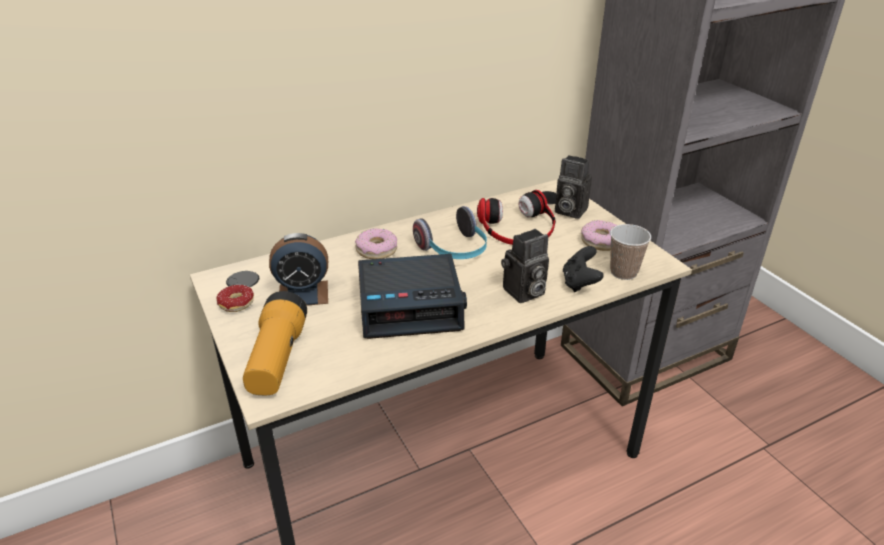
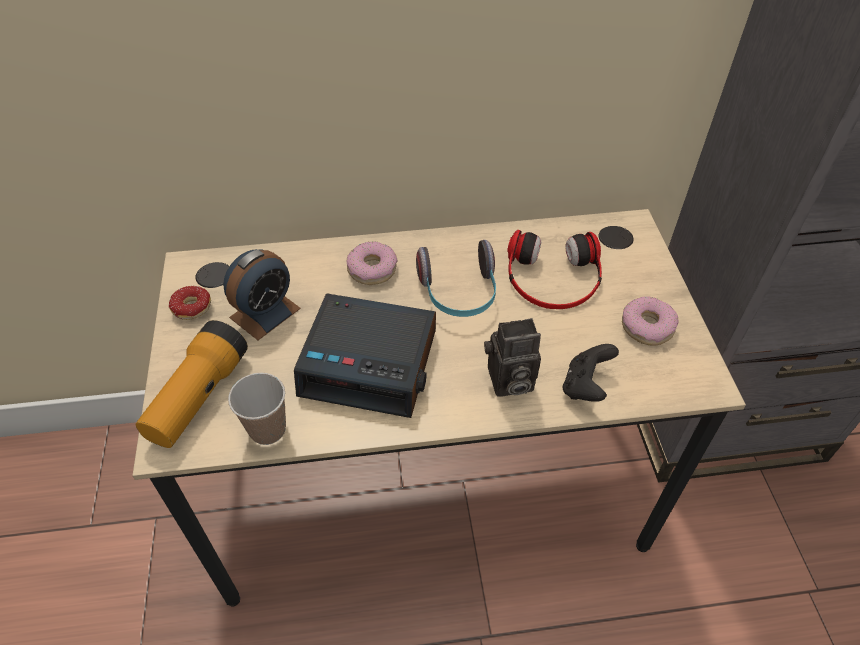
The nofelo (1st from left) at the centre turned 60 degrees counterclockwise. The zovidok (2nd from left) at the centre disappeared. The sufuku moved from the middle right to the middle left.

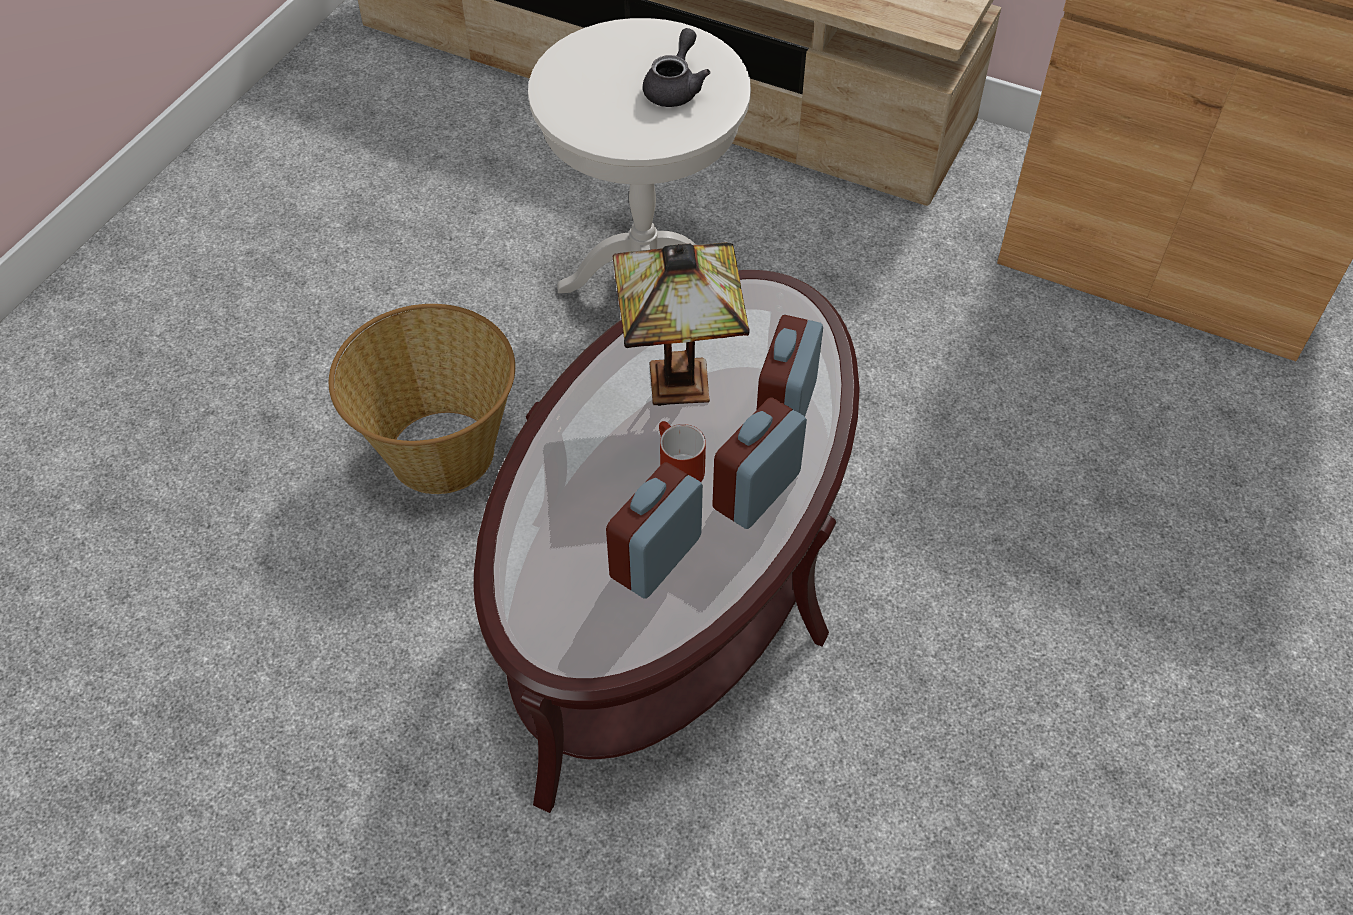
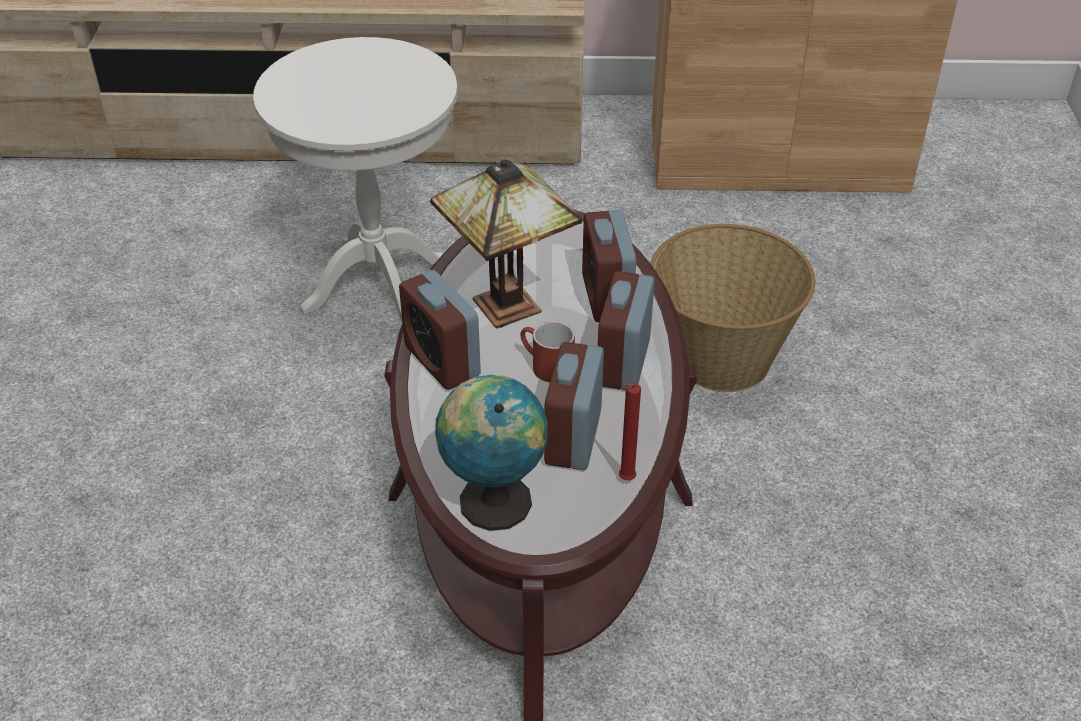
The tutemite moved from the middle left to the middle right. The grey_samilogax at the top centre disappeared. The nofelo (1st from left) at the centre appeared. The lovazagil at the centre appeared. The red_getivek at the centre appeared.

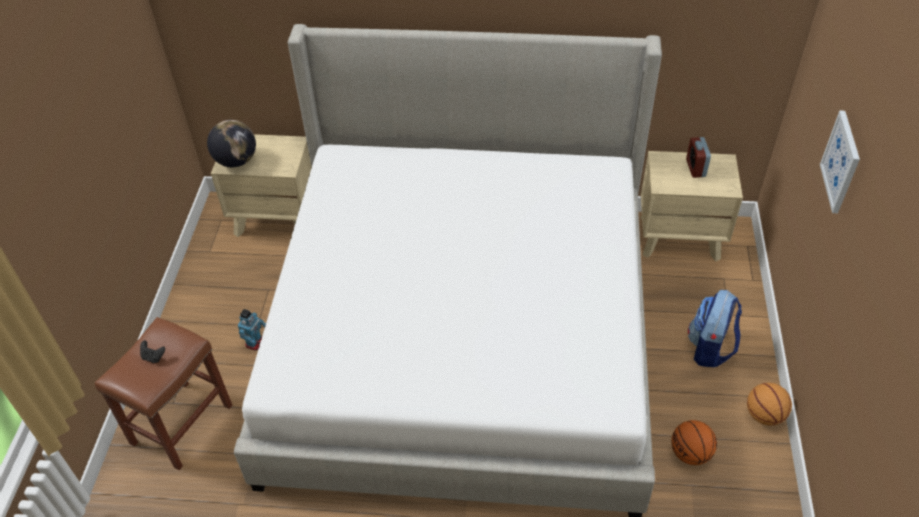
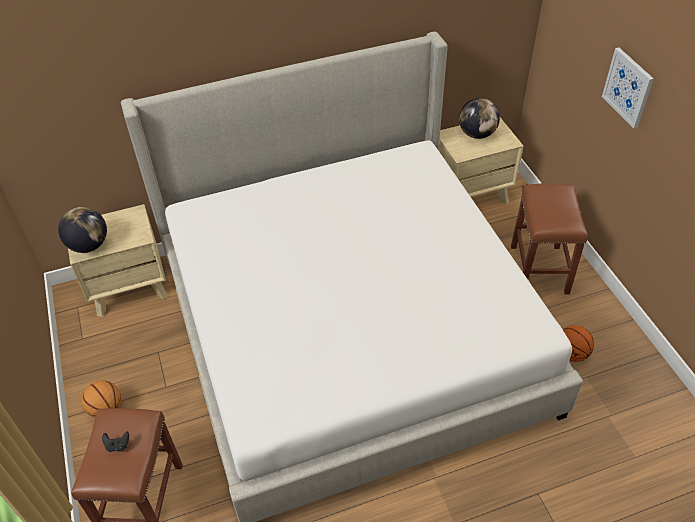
The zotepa at the middle left disappeared. The nofelo at the top right was replaced by the lovazagil (2nd from left) at the top right. The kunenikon at the middle right was replaced by the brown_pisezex (2nd from left) at the middle right. The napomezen (2nd from left in the first image) moved from the bottom right to the bottom left.

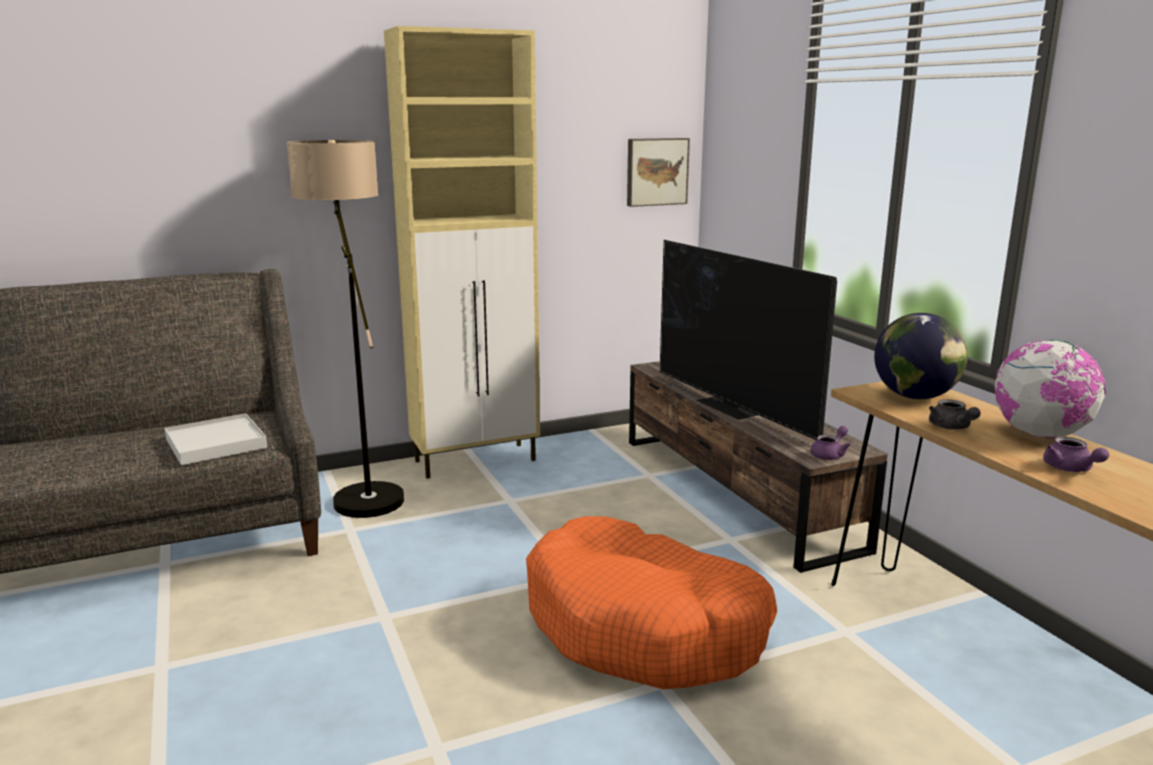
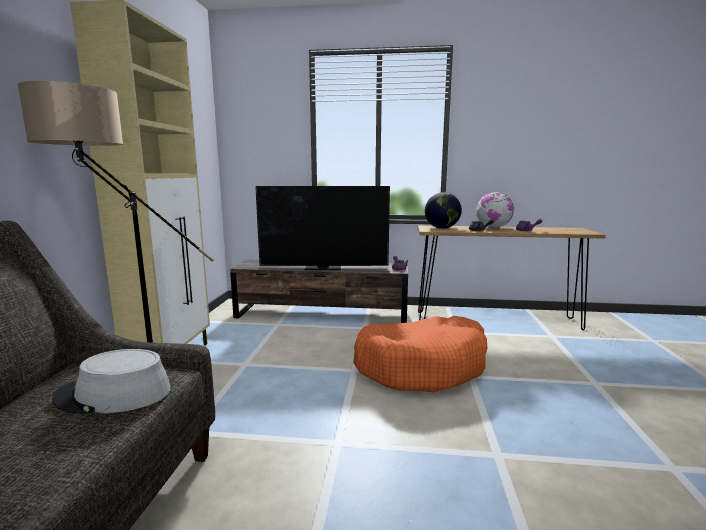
The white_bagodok at the middle left was replaced by the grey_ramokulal at the bottom left. The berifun at the top centre disappeared.

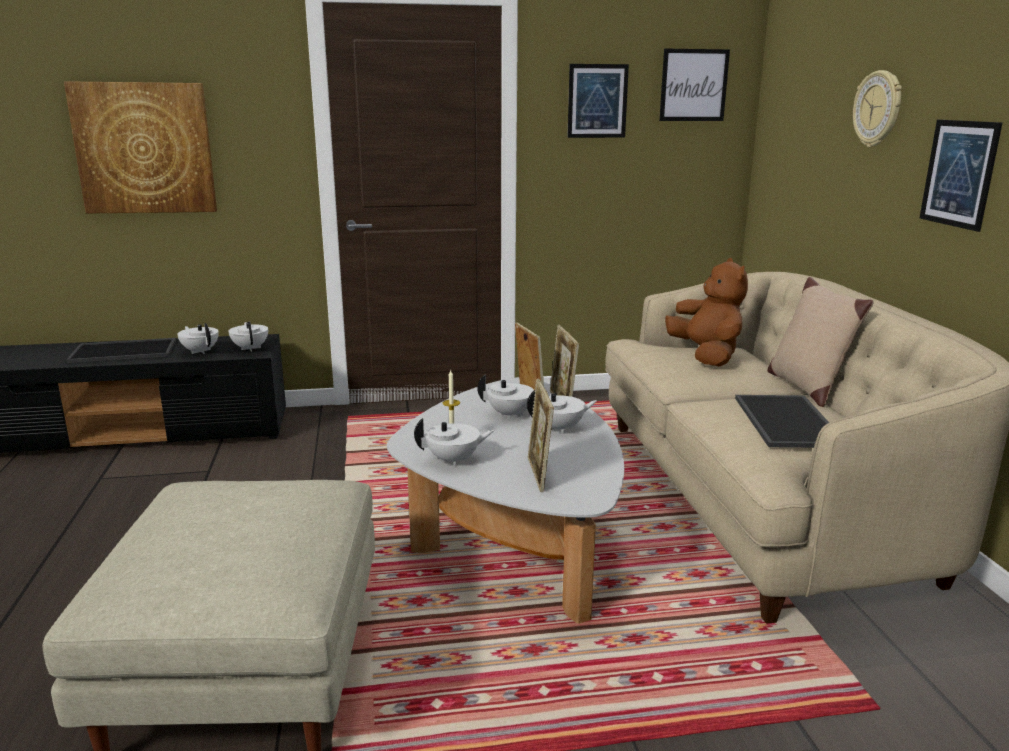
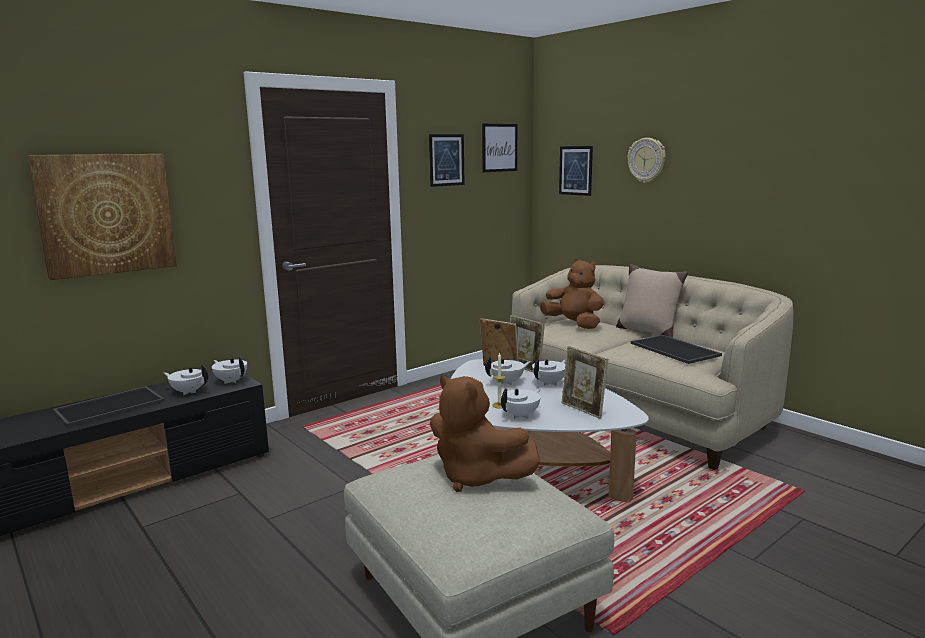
The berifun (4th from left) moved from the top right to the top centre. The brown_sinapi (1st from left) at the bottom centre appeared.

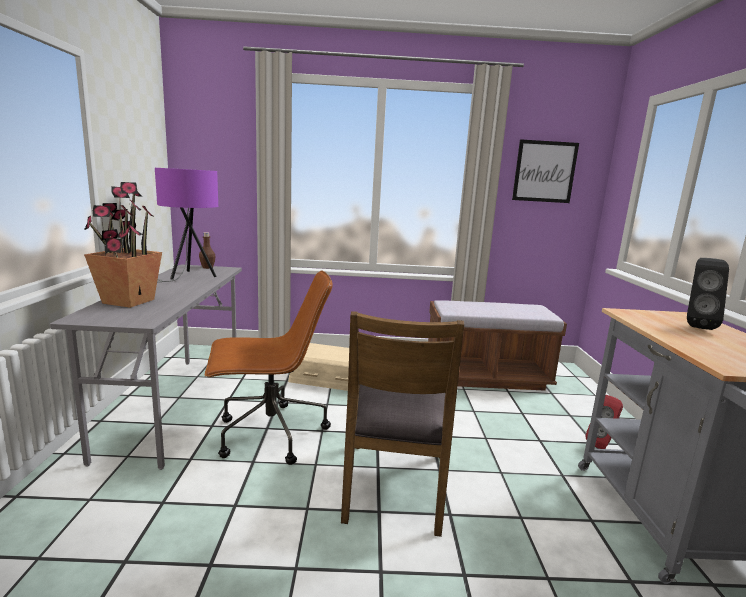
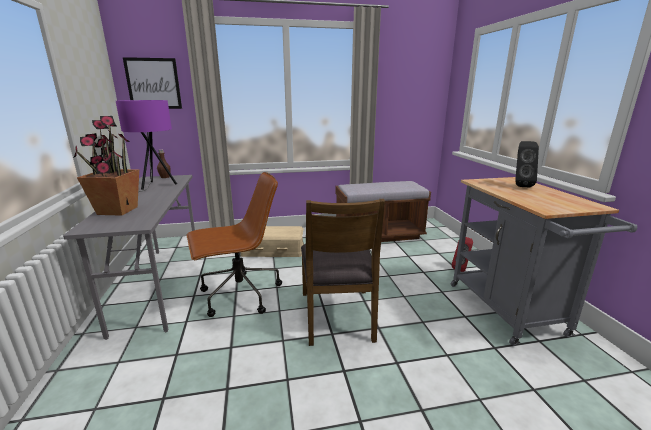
The berifun moved from the top right to the top left.

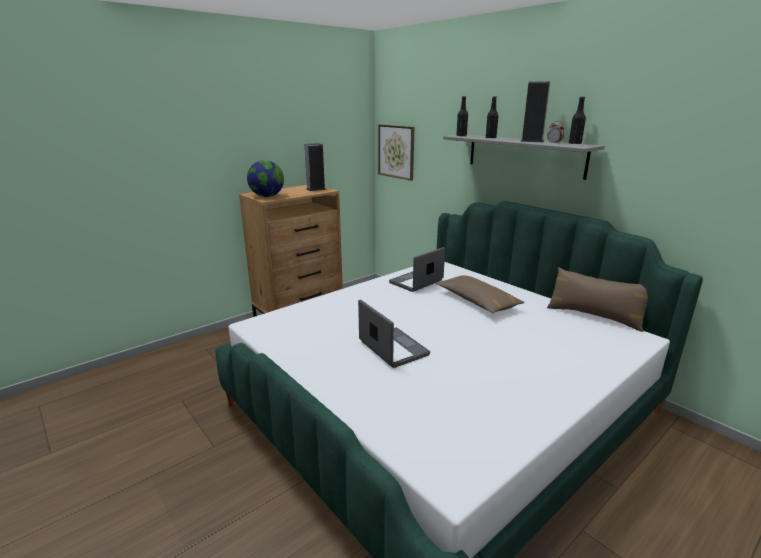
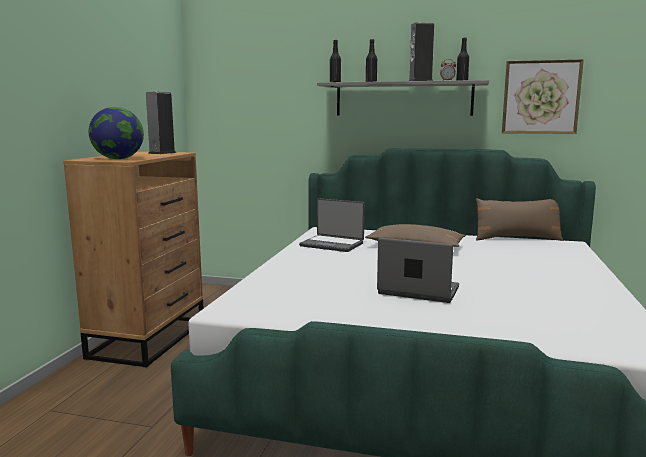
The berifun moved from the top centre to the top right. The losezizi (2nd from left in the first image) at the centre turned 75 degrees counterclockwise.

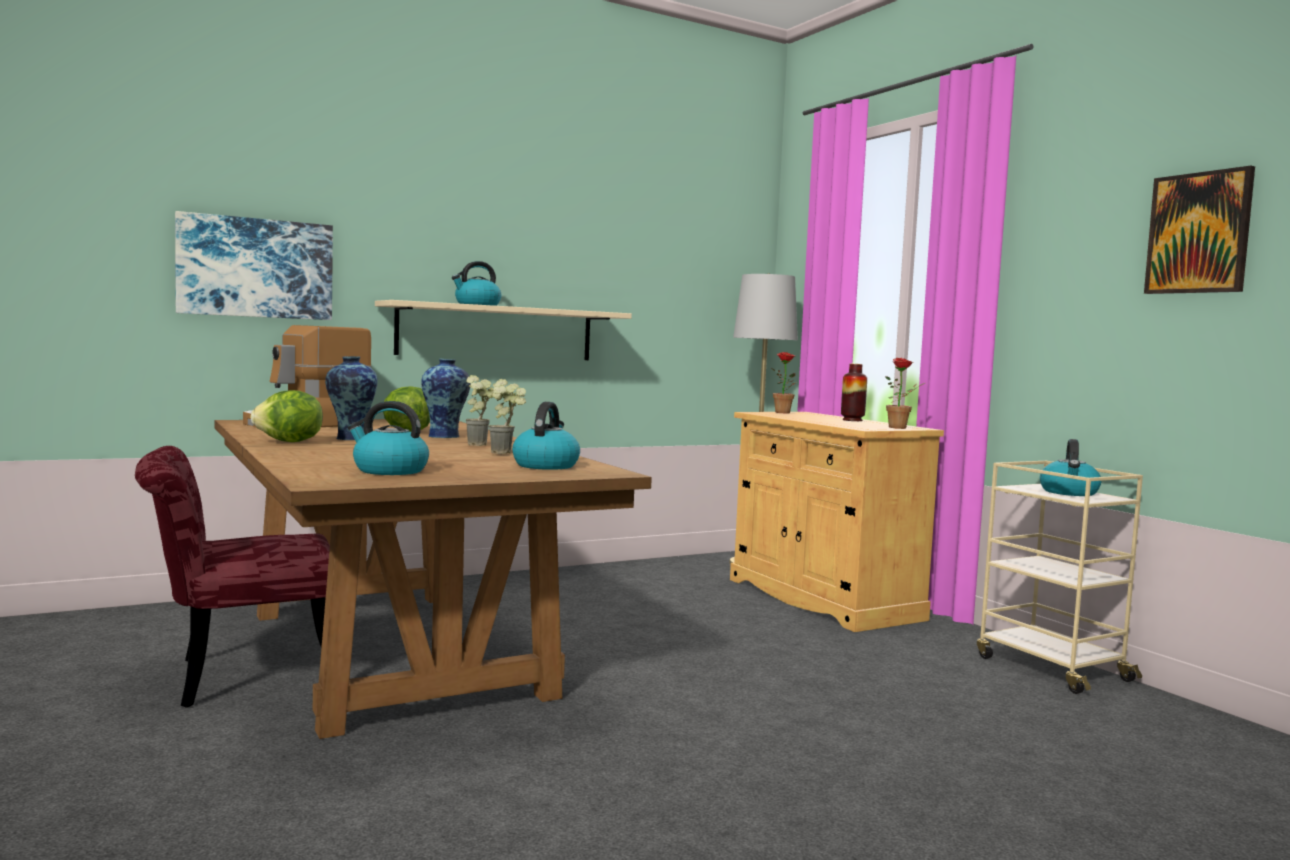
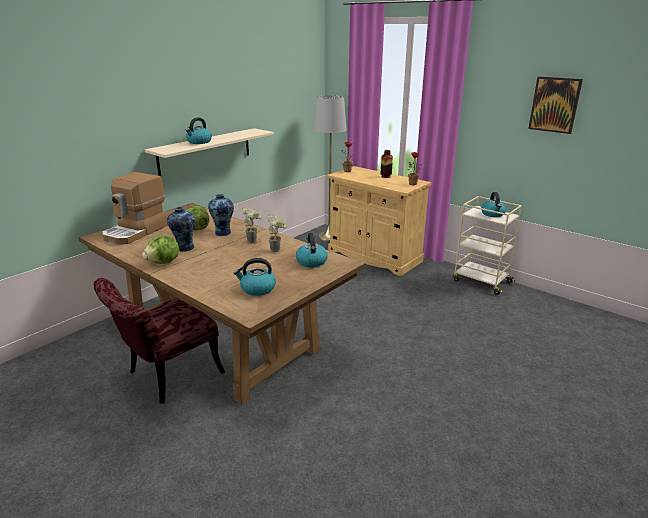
The berifun (1st from left) at the top left disappeared.

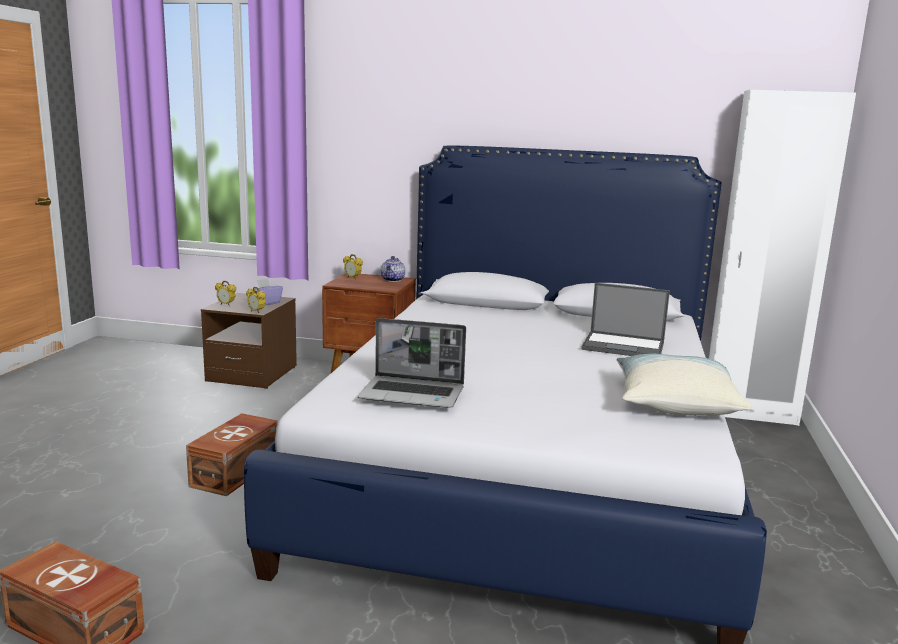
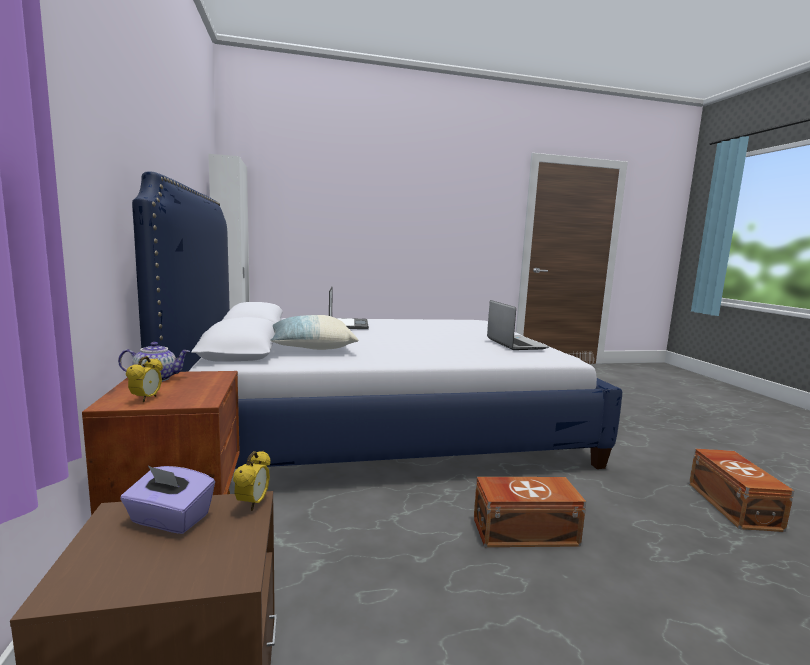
The nofelo (1st from left) at the middle left disappeared. The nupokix moved from the middle right to the centre.

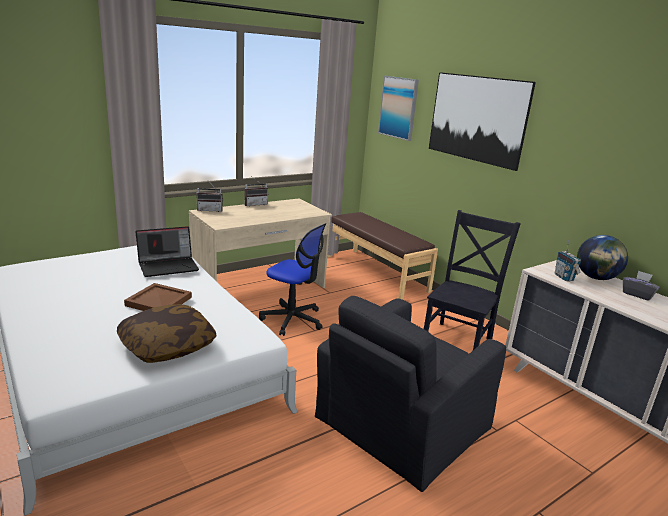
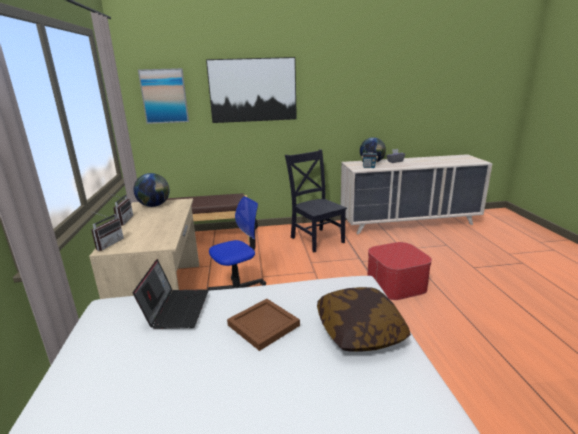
The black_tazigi at the bottom centre was replaced by the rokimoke at the middle right. The lovazagil (1st from left) at the middle left appeared.

